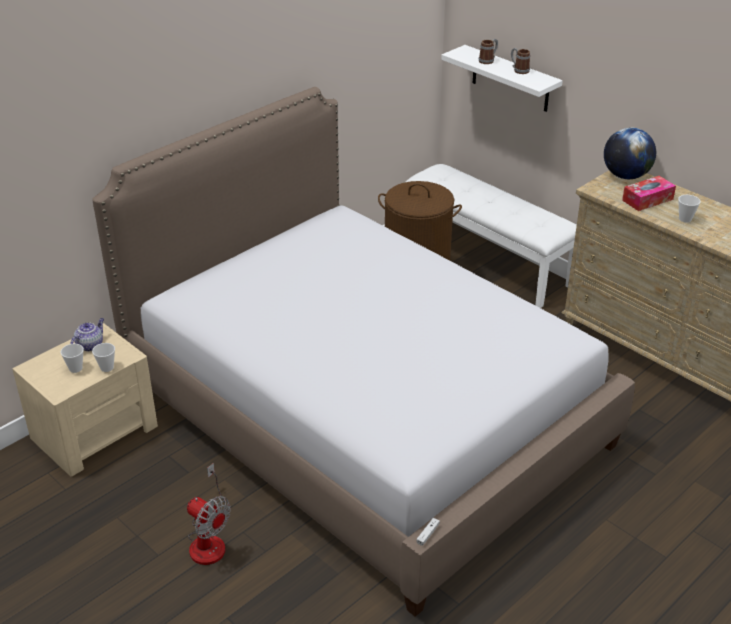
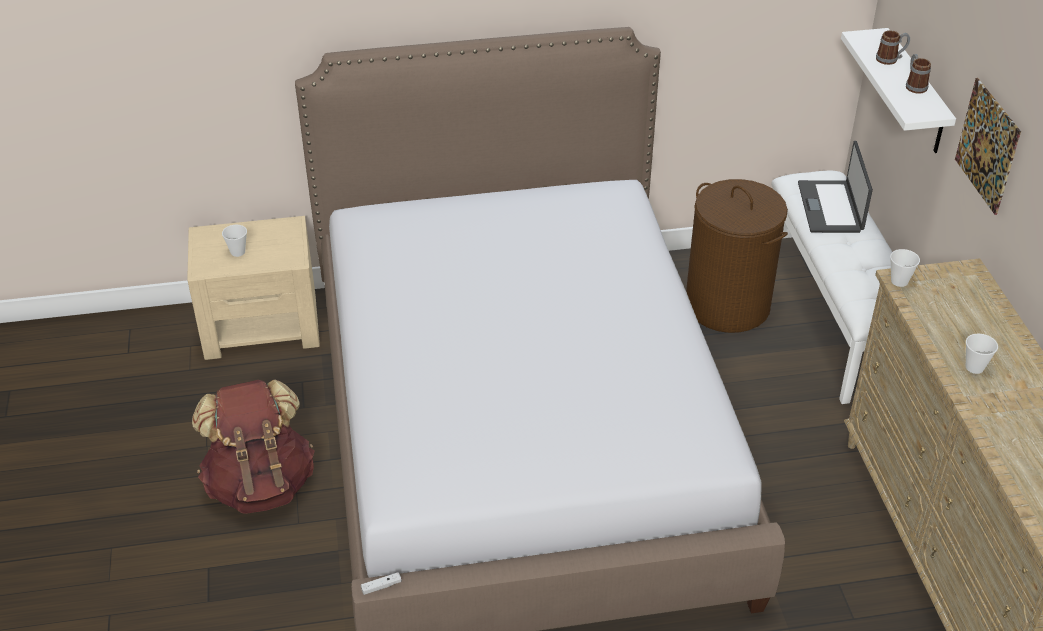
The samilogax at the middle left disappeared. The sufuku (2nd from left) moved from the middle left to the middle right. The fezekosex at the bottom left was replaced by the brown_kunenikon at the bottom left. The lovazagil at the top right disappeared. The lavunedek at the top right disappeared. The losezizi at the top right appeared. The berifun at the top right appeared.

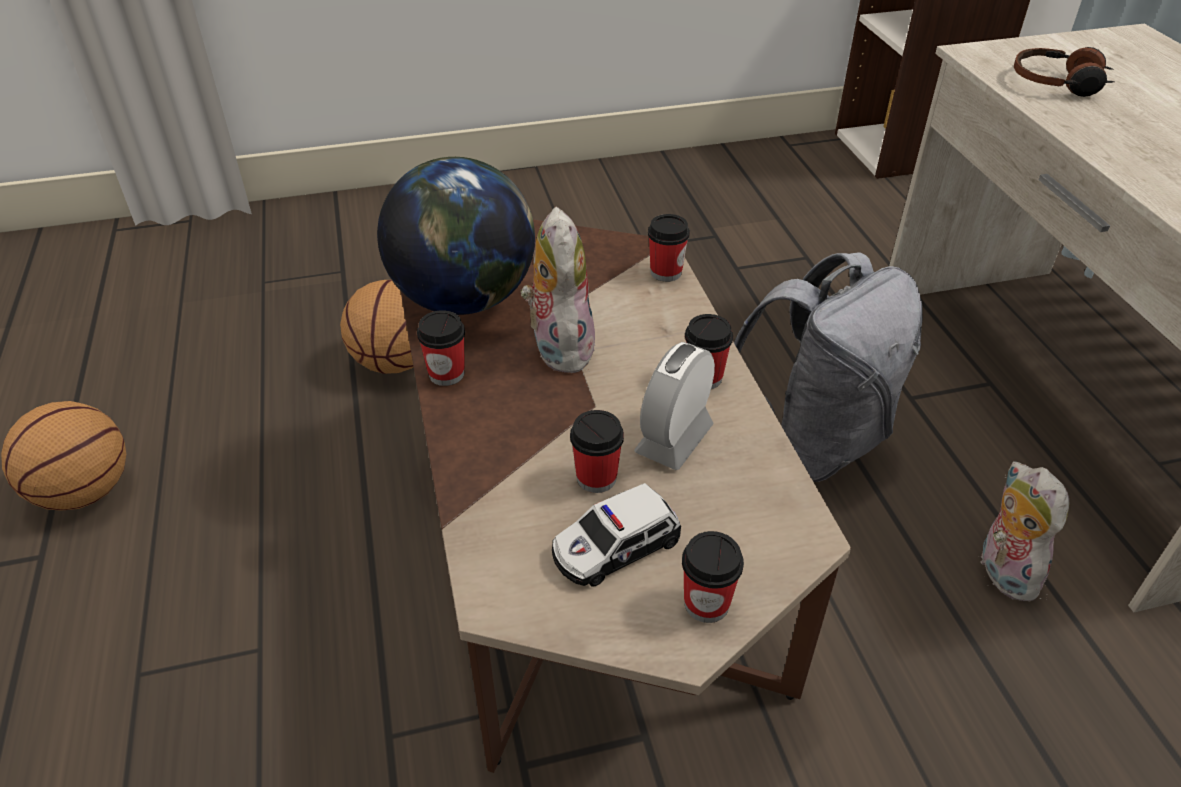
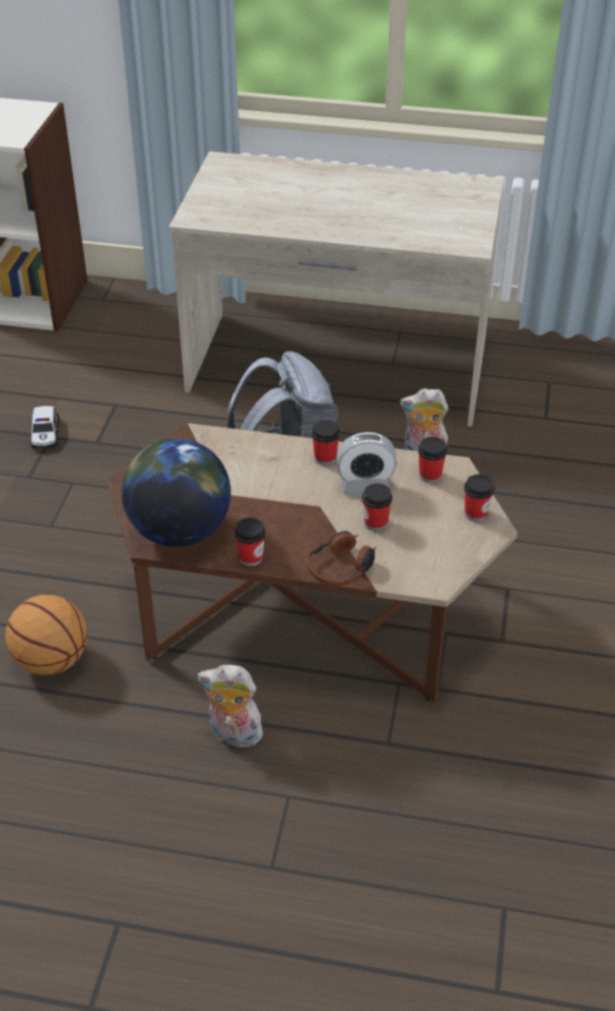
The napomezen (1st from left) at the middle left disappeared. The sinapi (1st from left) moved from the centre to the bottom centre. The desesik moved from the bottom centre to the middle left. The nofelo at the centre turned 60 degrees counterclockwise. The sufuku (3rd from left in the first image) moved from the top centre to the middle right. The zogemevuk moved from the top right to the centre.

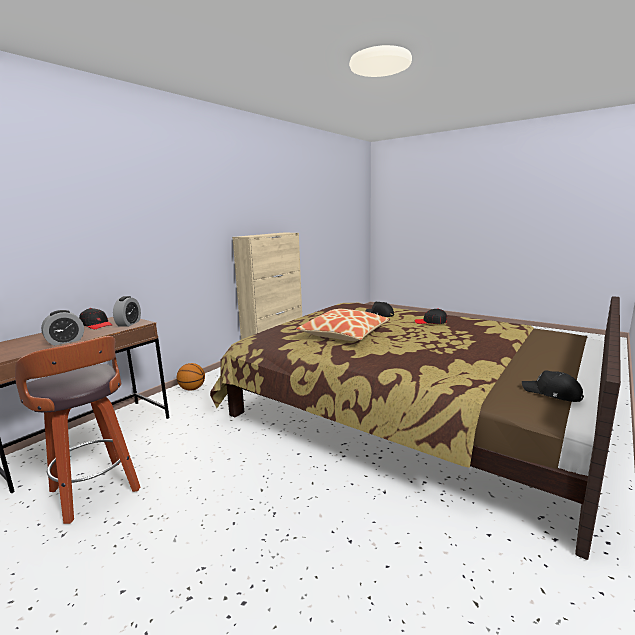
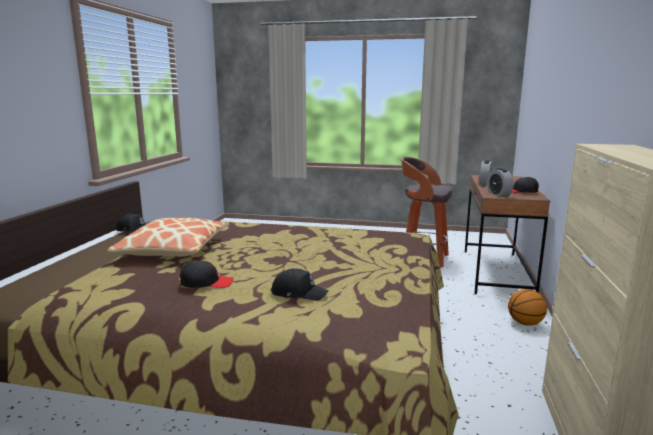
The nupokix moved from the centre to the middle left.

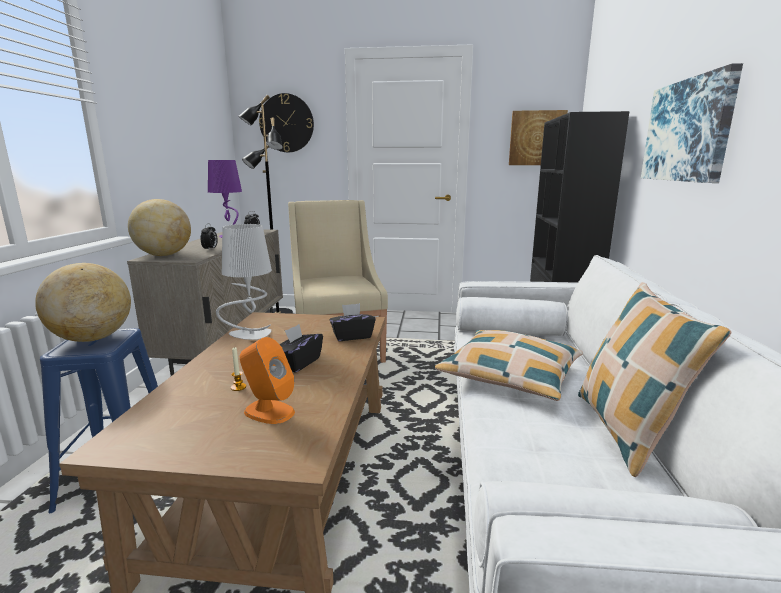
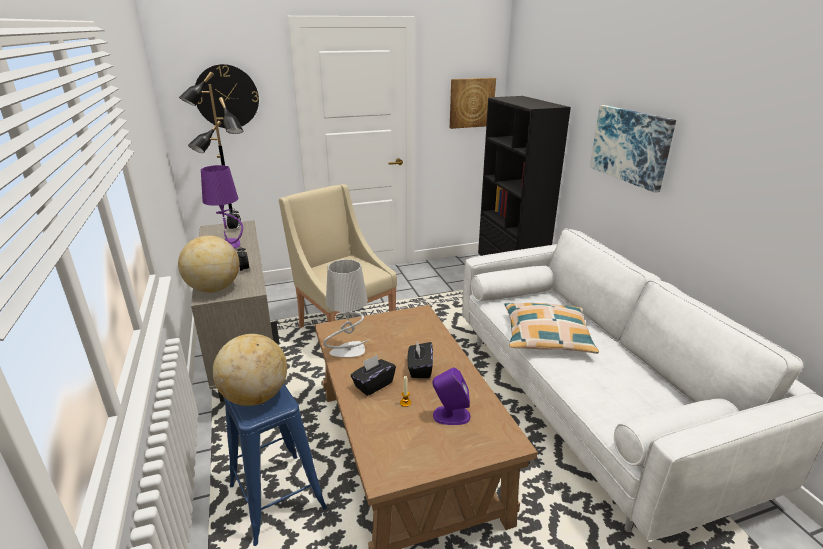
The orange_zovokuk at the centre became the purple_zovokuk at the bottom centre. The black_lavunedek (2nd from left in the first image) moved from the centre to the bottom centre. The nupokix (2nd from left) at the middle right disappeared.

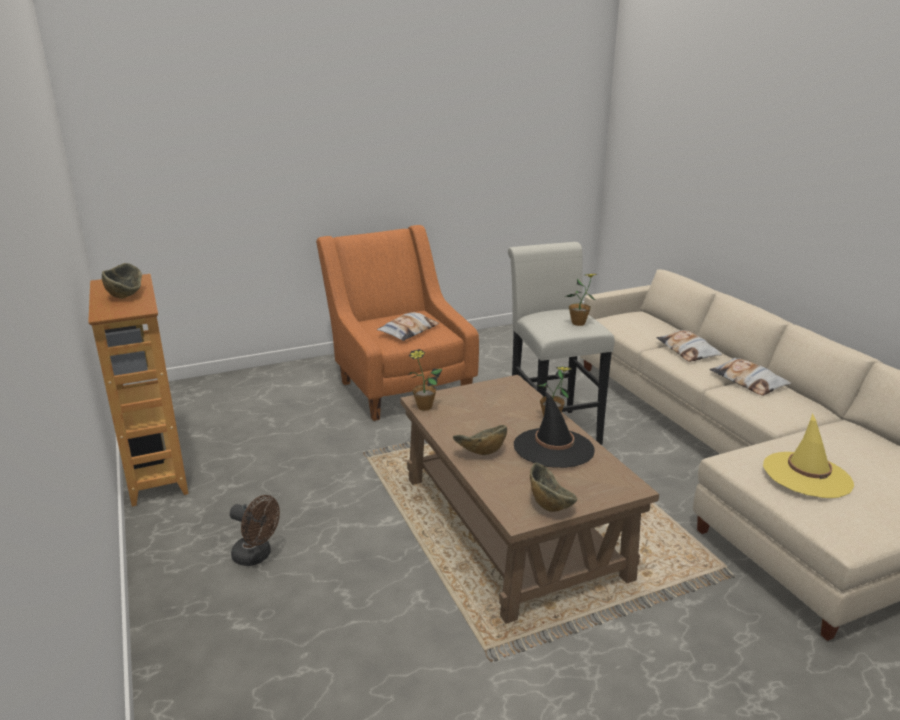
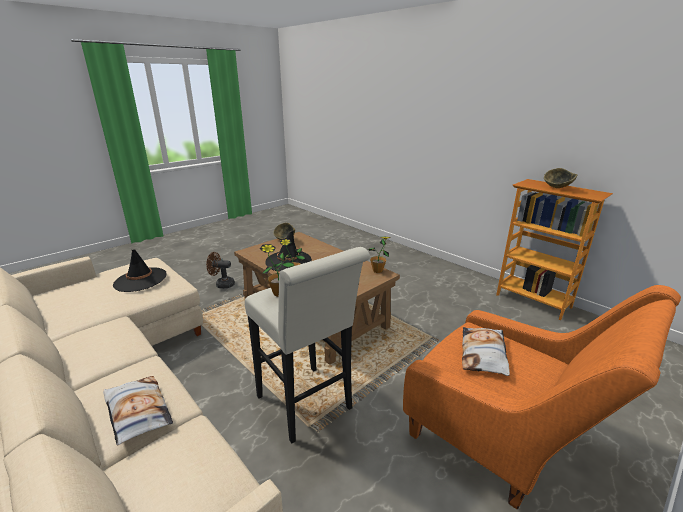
The brown_fezekosex moved from the bottom left to the middle left. The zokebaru (2nd from left) at the centre disappeared. The nupokix (3rd from left) at the middle right disappeared. The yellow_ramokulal at the middle right became the black_ramokulal (1st from left) at the middle left.

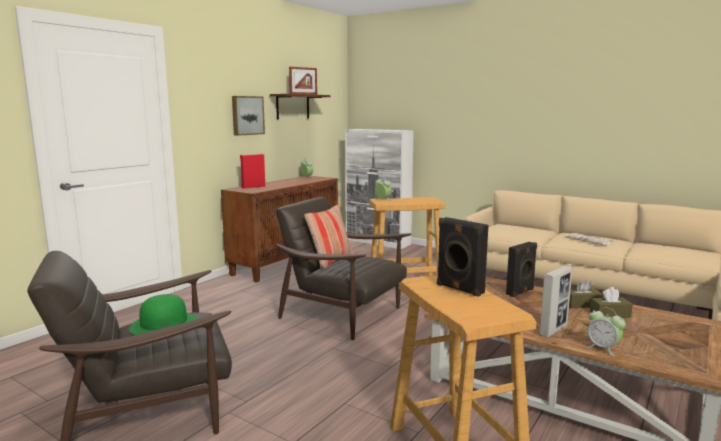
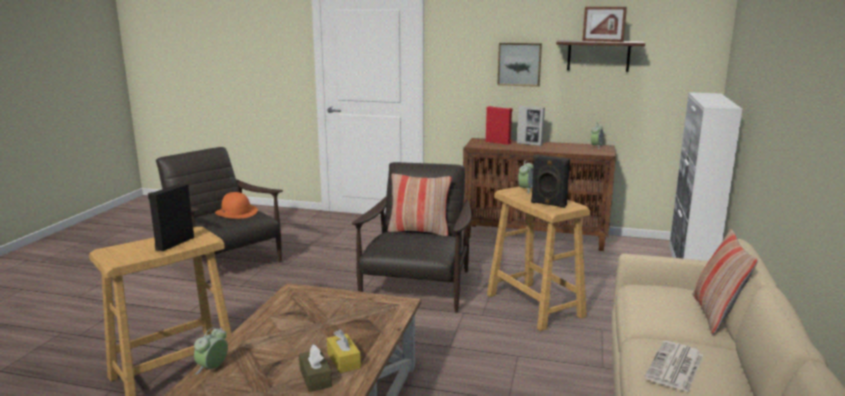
The green_ramokulal at the bottom left became the orange_ramokulal at the middle left. The black_zovokuk (2nd from left) moved from the middle right to the centre. The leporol (2nd from left in the first image) moved from the bottom right to the top centre. The brown_lavunedek (1st from left) at the middle right became the yellow_lavunedek at the bottom centre. The nupokix (2nd from left) at the bottom right appeared.

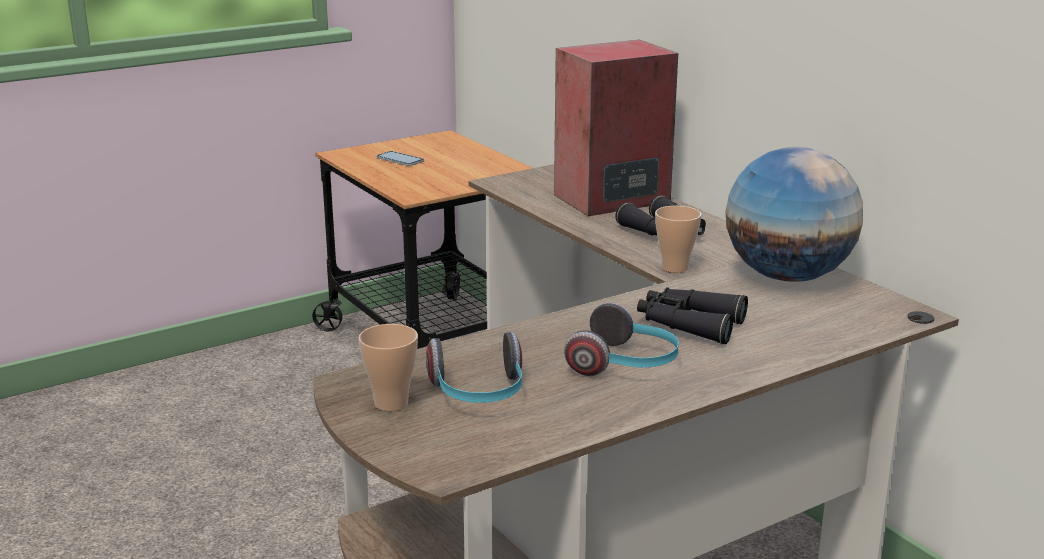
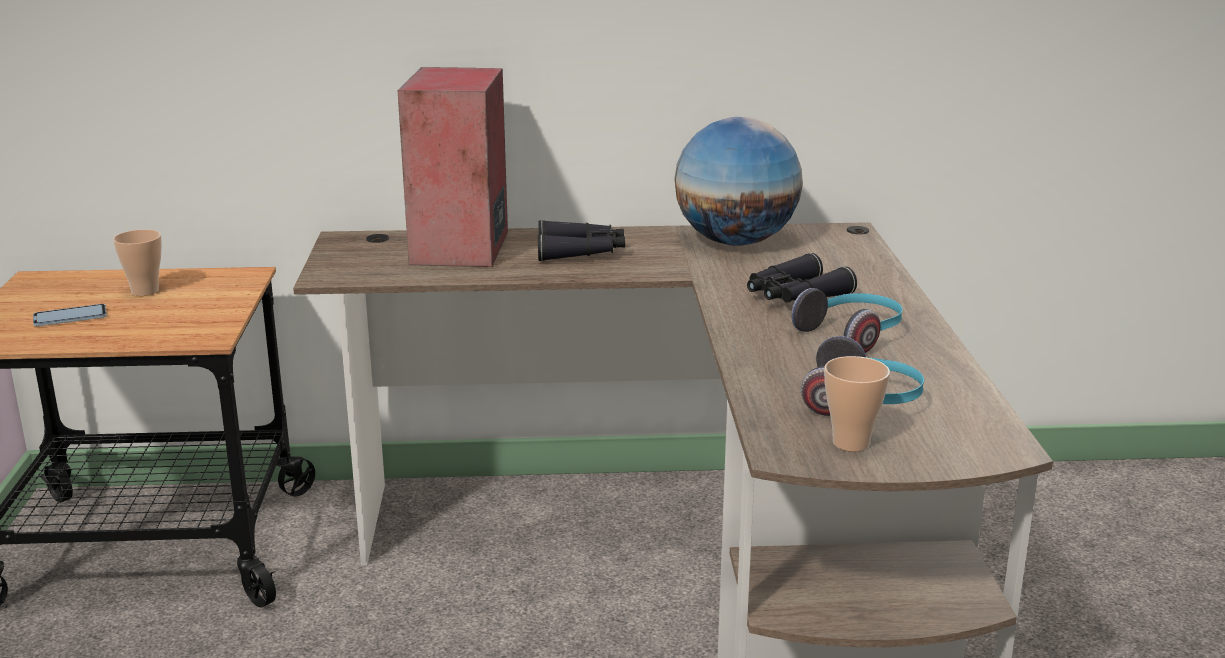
The sufuku (2nd from left in the first image) moved from the centre to the middle left.

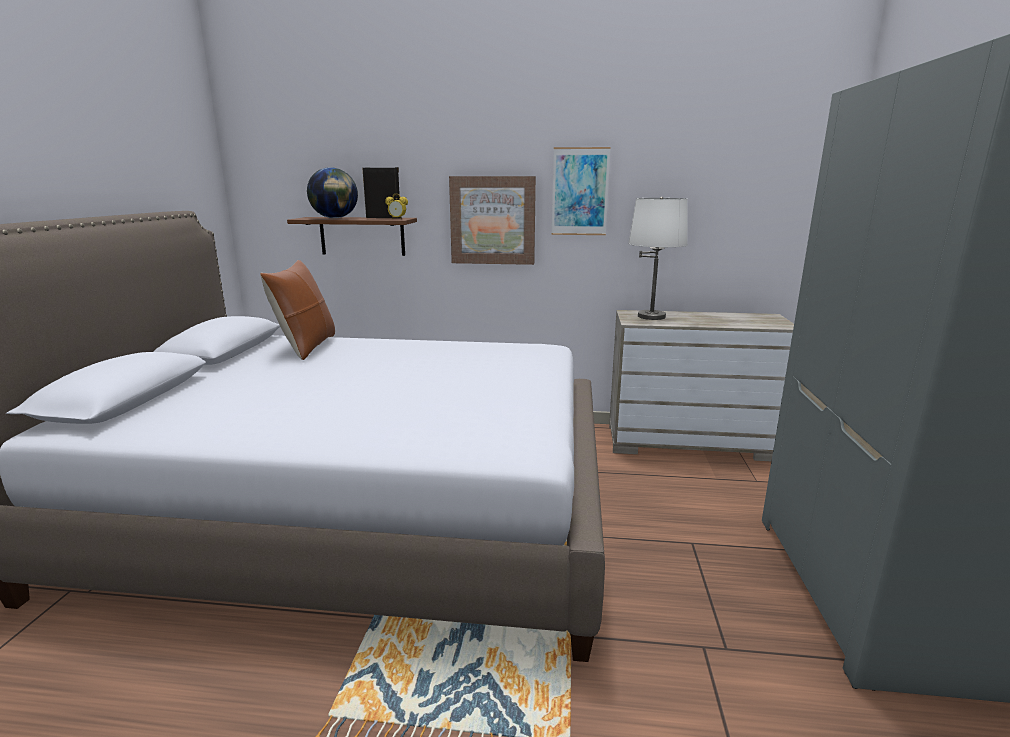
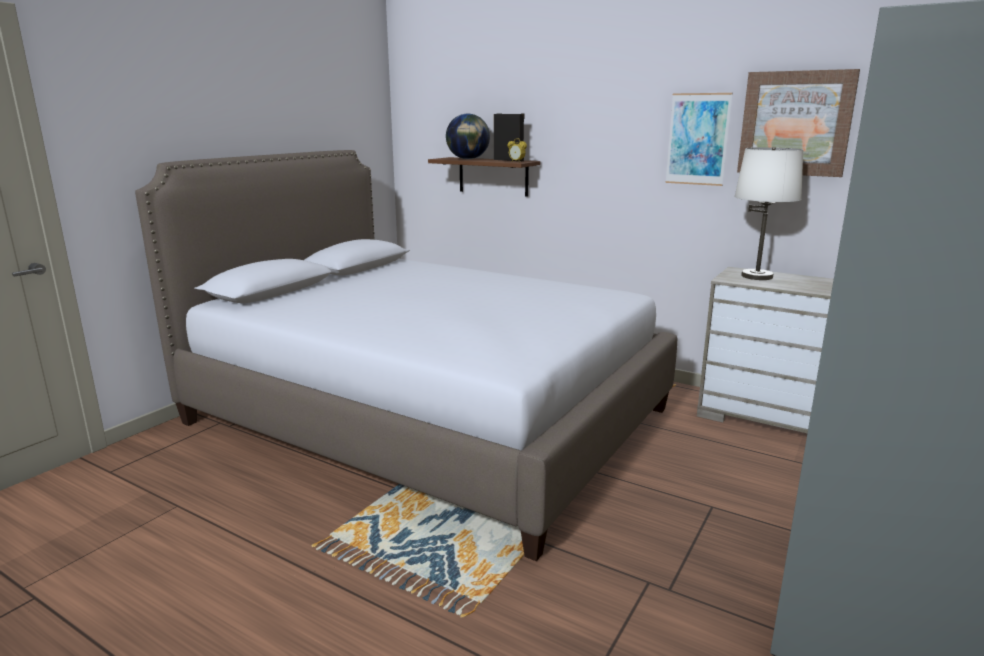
The brown_nupokix at the middle left disappeared. The berifun (1st from left in the first image) moved from the top centre to the top right.

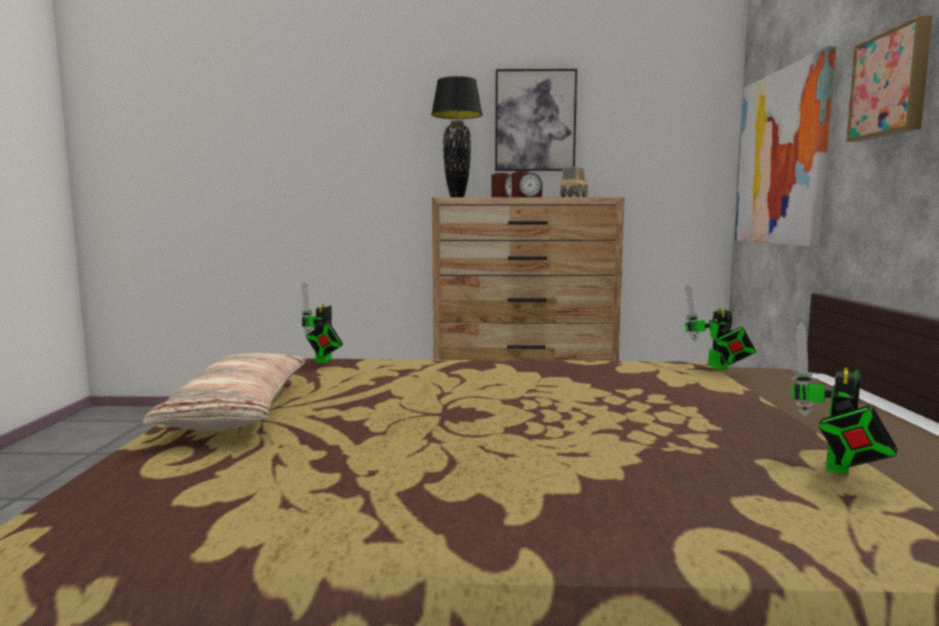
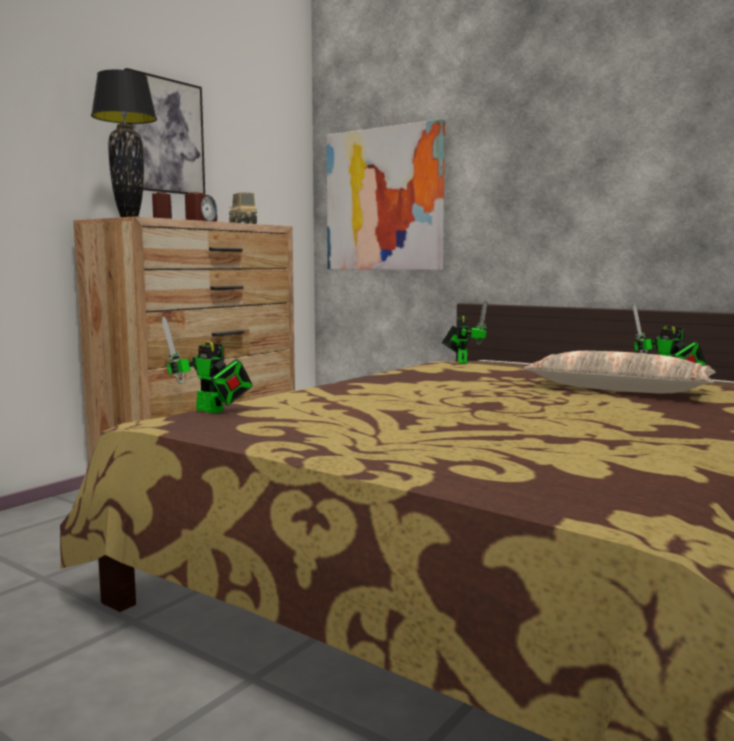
The nupokix moved from the middle left to the middle right. The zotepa (2nd from left) at the middle right turned 120 degrees counterclockwise. The berifun (3rd from left) at the top right disappeared.

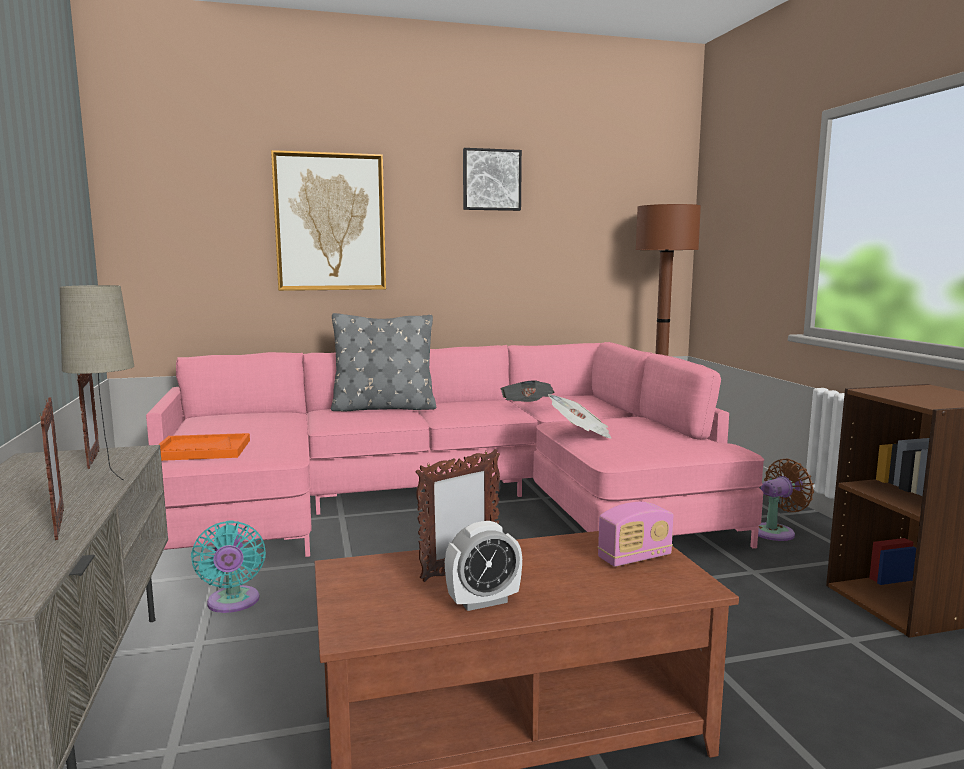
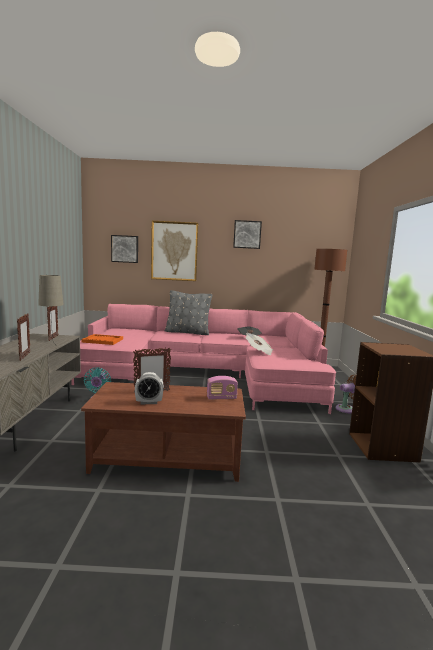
The berifun (1st from left) at the middle left appeared.

